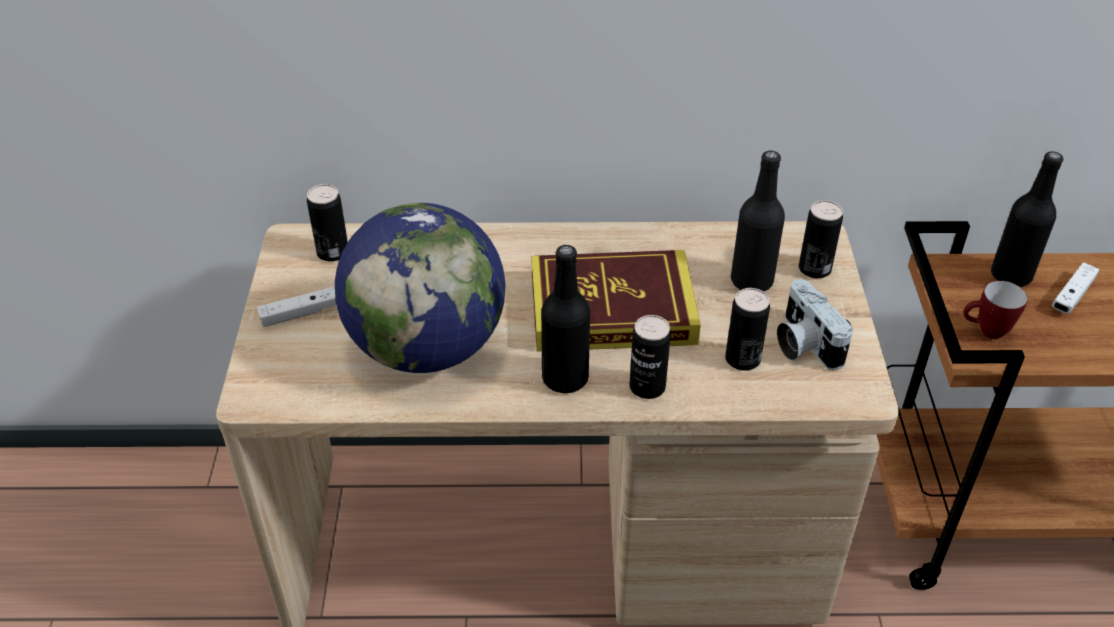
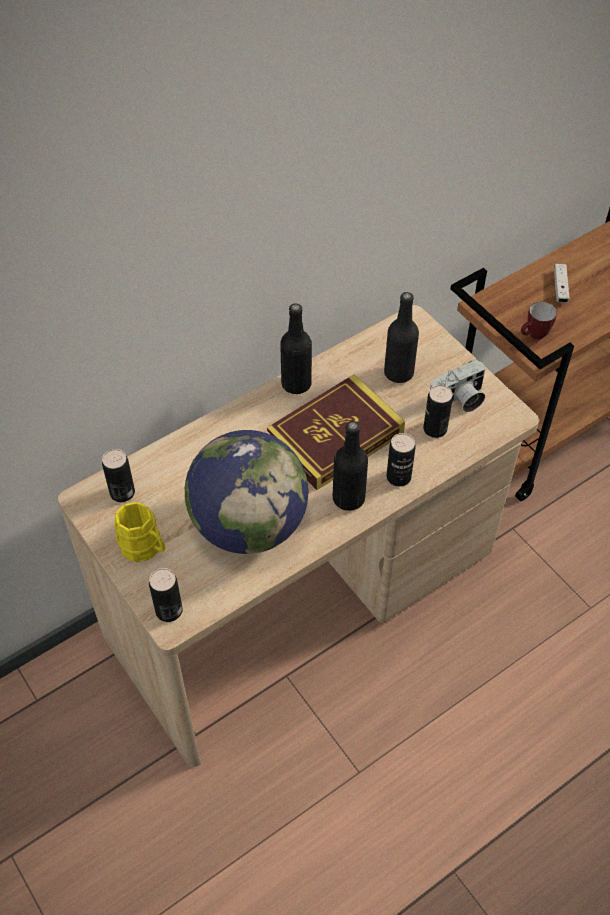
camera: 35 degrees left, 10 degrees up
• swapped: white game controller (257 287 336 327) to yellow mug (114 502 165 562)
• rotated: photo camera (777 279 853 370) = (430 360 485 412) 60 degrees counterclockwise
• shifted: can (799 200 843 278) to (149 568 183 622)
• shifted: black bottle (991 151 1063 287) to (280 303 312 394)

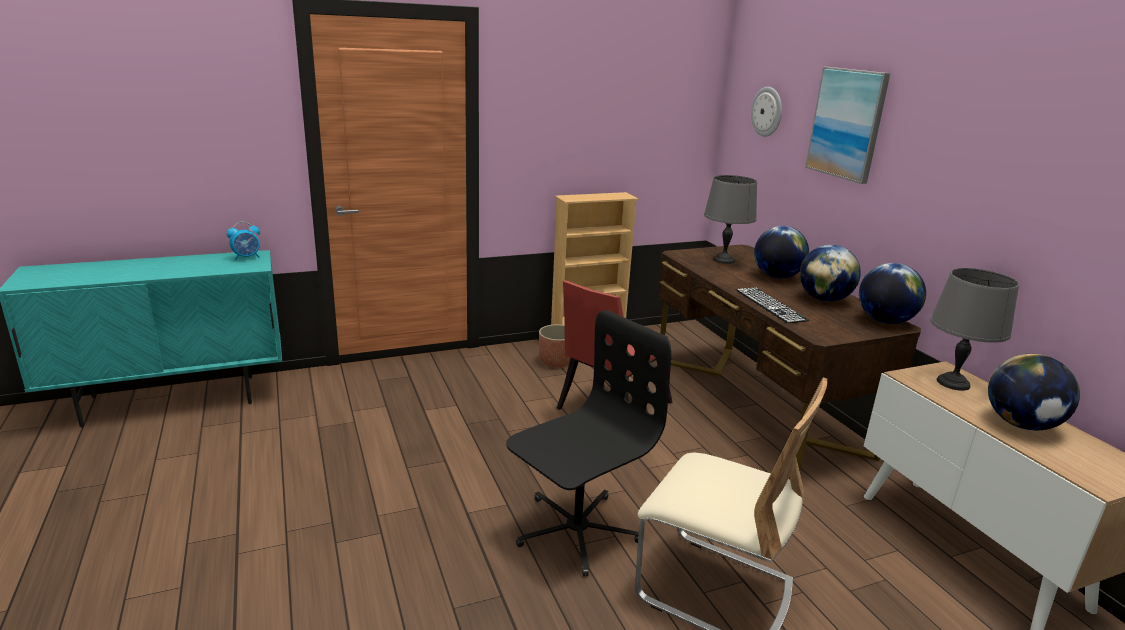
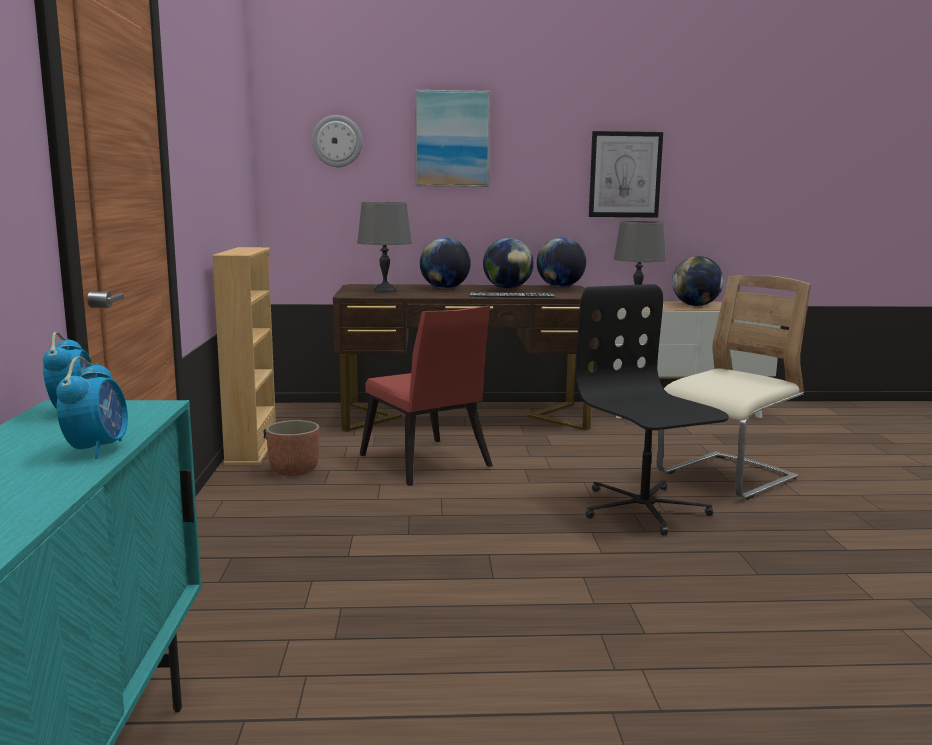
camera: 70 degrees left, 10 degrees down
• new: alarm clock (56 357 128 459)
• new: picture (589 131 663 218)

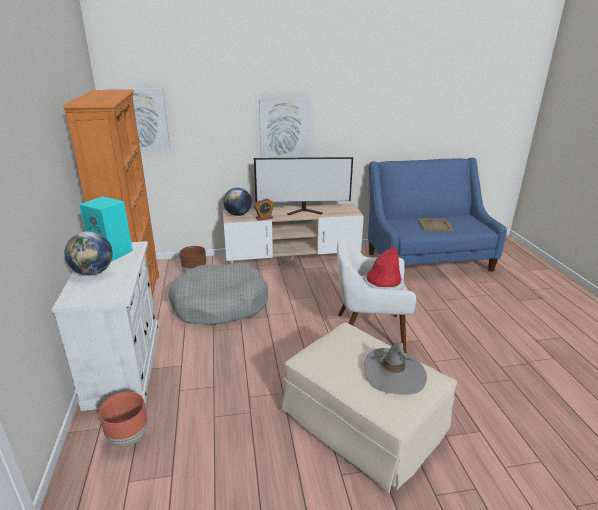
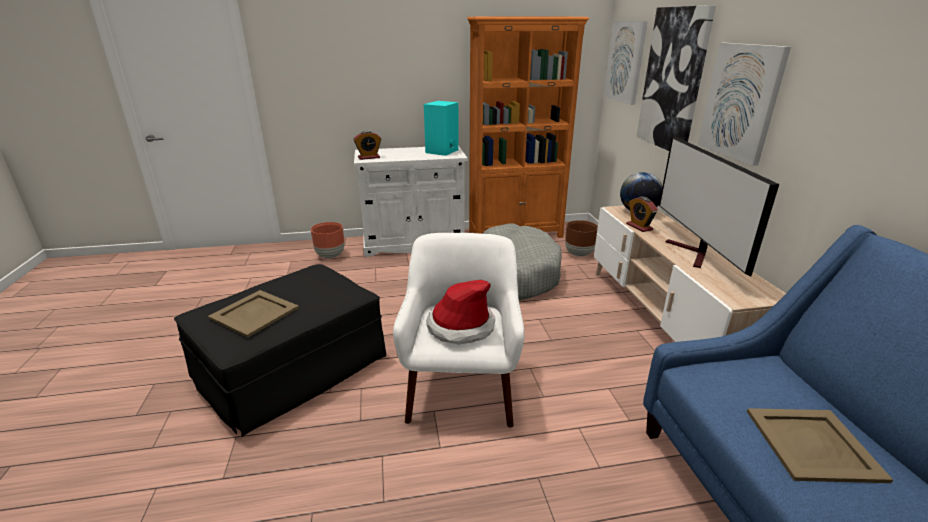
camera: 90 degrees right, 0 degrees up
• gone: globe (64 231 113 275)
• repainted: beige ottoman (282 322 457 494) to black ottoman (174 264 386 437)
• swapped: grey hat (364 342 427 395) to beige tray (208 290 299 338)
• new: alarm clock (354 131 381 160)
• new: picture (636 5 716 151)

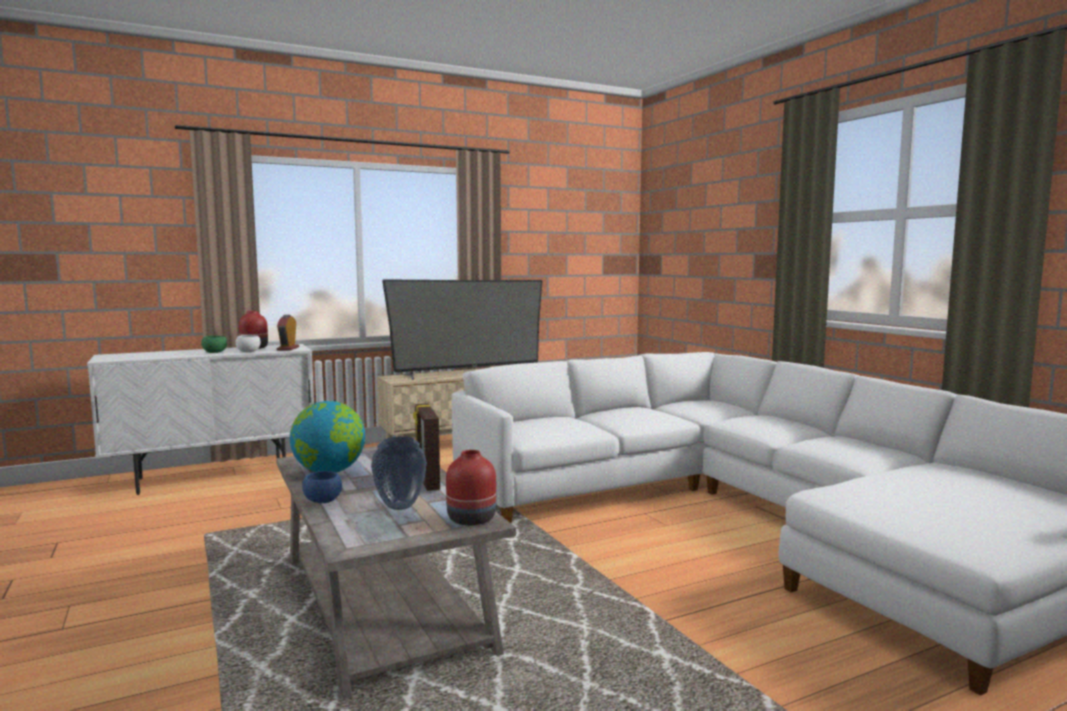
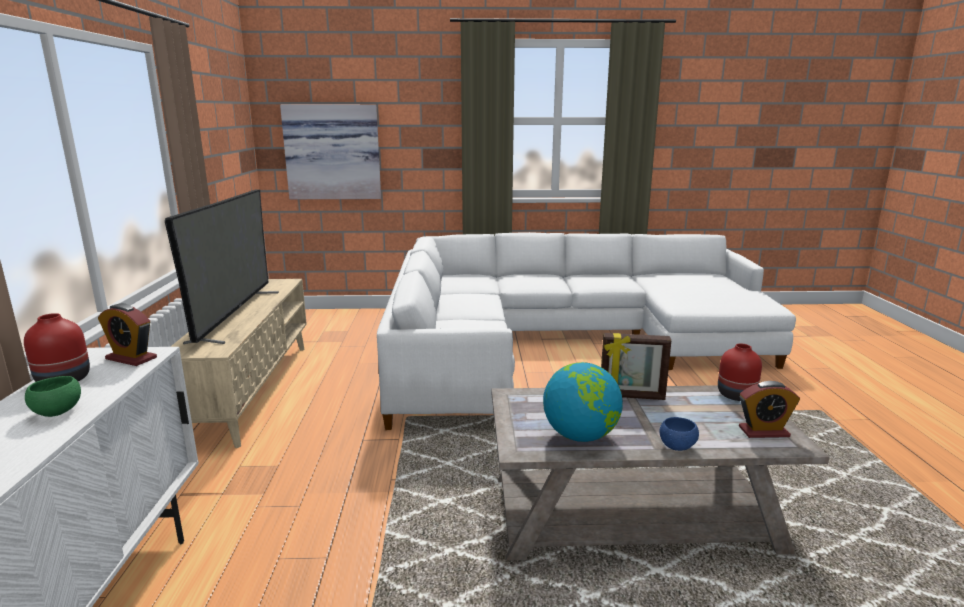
camera: 65 degrees left, 10 degrees up
• gone: white bowl (236 335 261 352)
• gone: vase (371 437 427 510)
• new: picture (280 105 381 199)
• new: alarm clock (739 381 800 438)

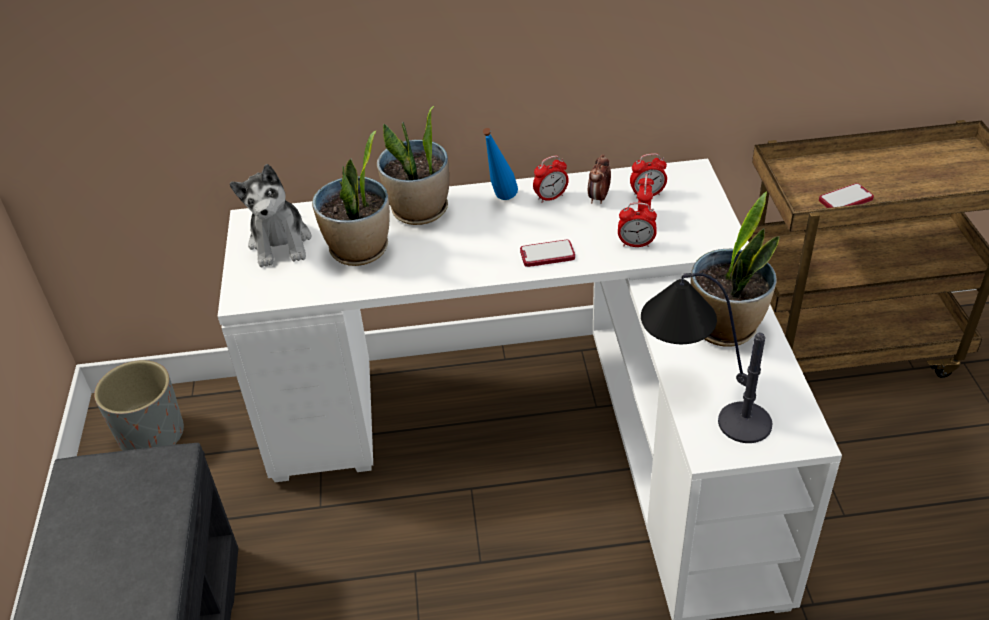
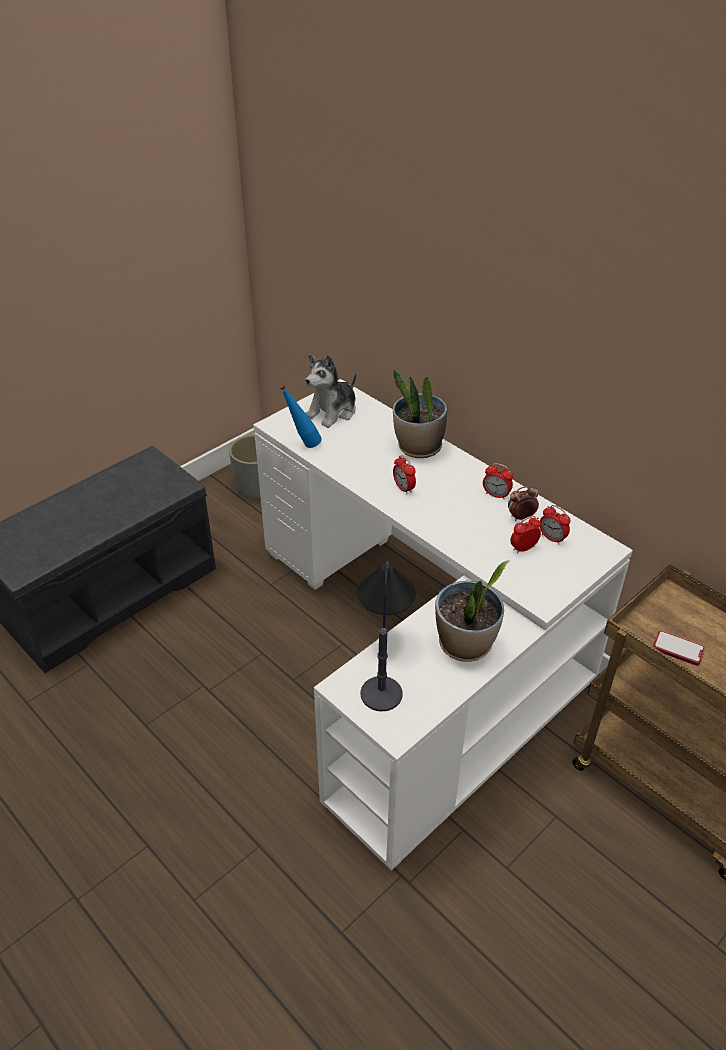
camera: 50 degrees right, 0 degrees up
• gone: potted plant (312 130 390 266)
• shifted: blue bottle (483 128 518 200) to (279 384 322 448)
• gone: phone (520 240 575 267)
• shifted: alarm clock (618 202 657 247) to (393 455 416 494)

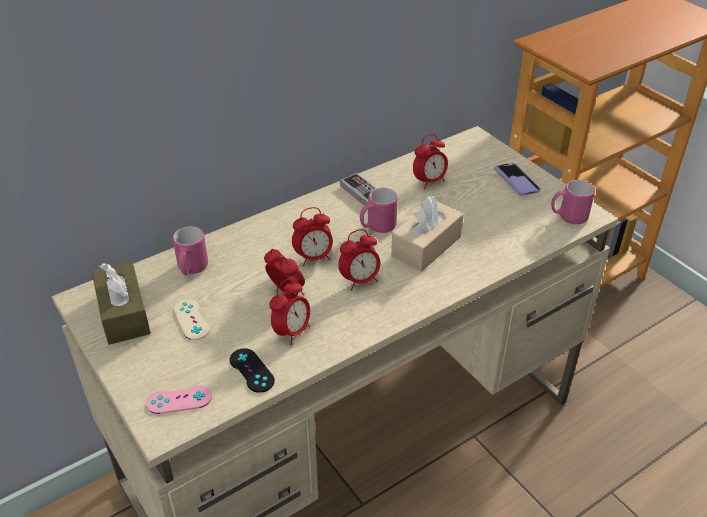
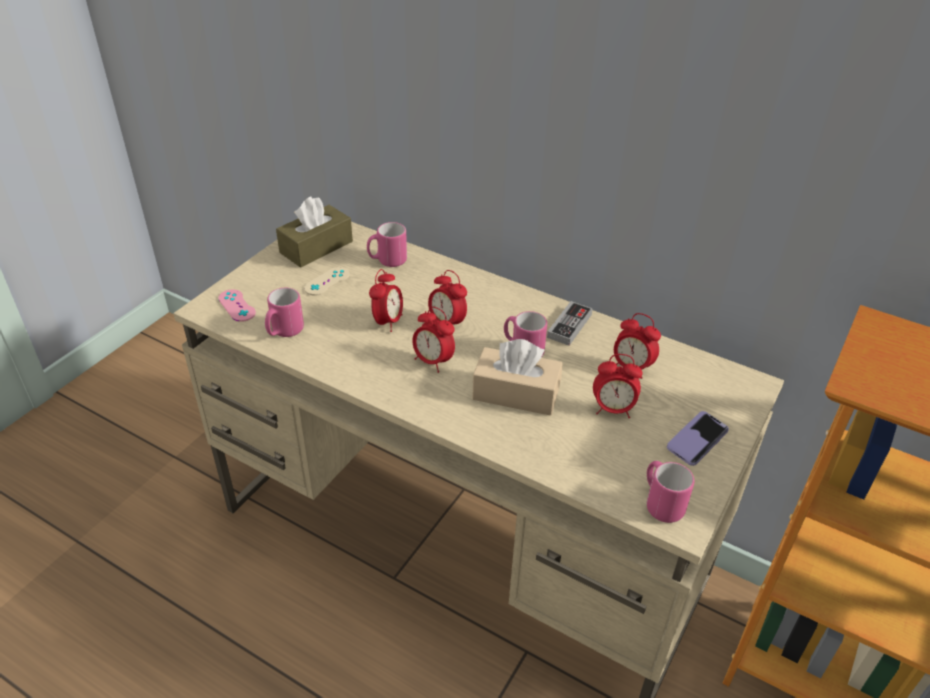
camera: 65 degrees right, 0 degrees up
• swapped: black game controller (230 348 275 393) to pink mug (265 288 304 337)
• shifted: alarm clock (269 279 310 345) to (593 354 643 418)

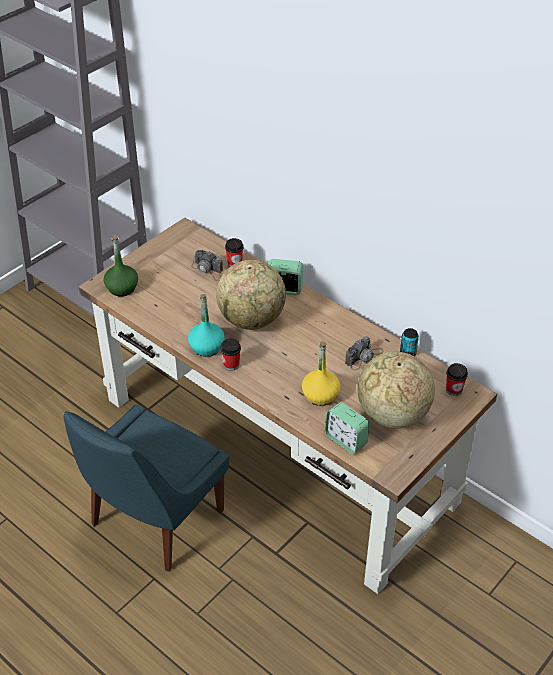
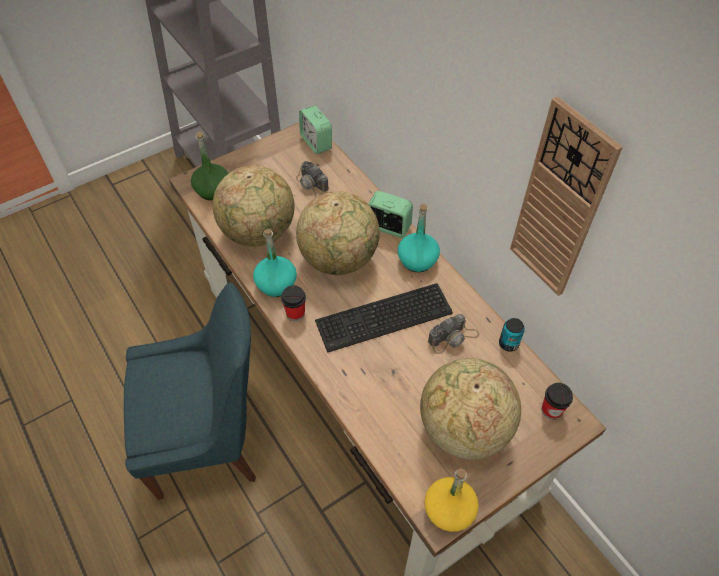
camera: 15 degrees right, 10 degrees up
• rotated: blue chair (63 405 229 572) = (124 282 256 500) 150 degrees counterclockwise
• gone: cup (225 238 244 267)
• shifted: yellow bottle (302 341 340 406) to (424 468 479 532)
• shifted: alarm clock (325 402 369 454) to (299 105 332 154)
• new: globe (213 165 295 247)
• new: keyboard (315 283 453 353)
• new: turquoise bottle (398 204 440 272)
• new: wall clock (510 96 623 296)

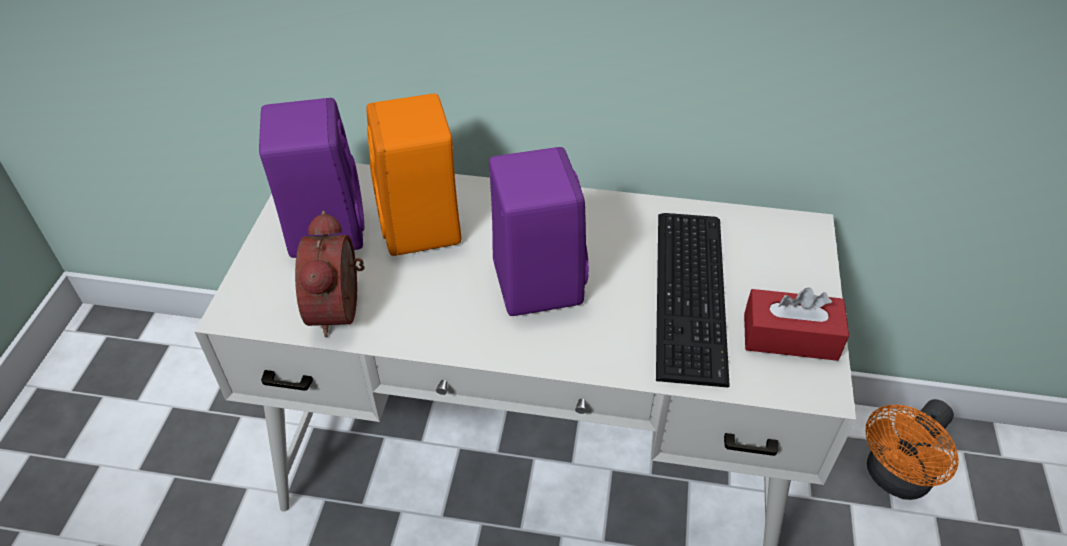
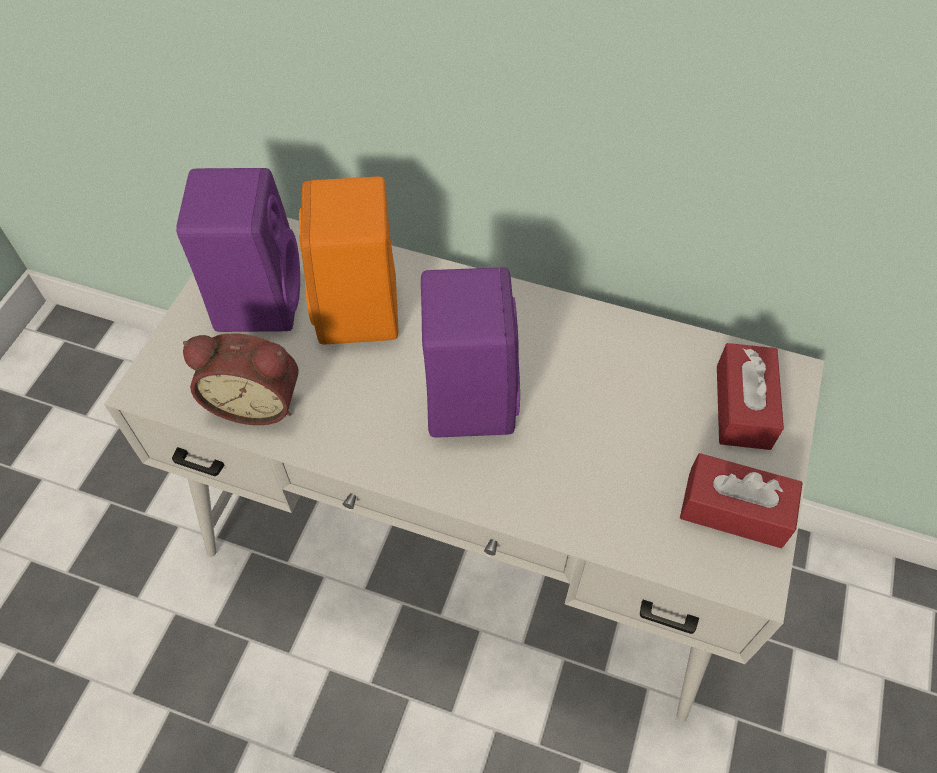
camera: 10 degrees right, 10 degrees up
• rotated: alarm clock (295 211 365 337) = (183 333 299 425) 90 degrees counterclockwise
• gone: keyboard (656 213 730 388)
• gone: orange fan (866 399 959 500)
• new: red tissue box (717 343 784 450)

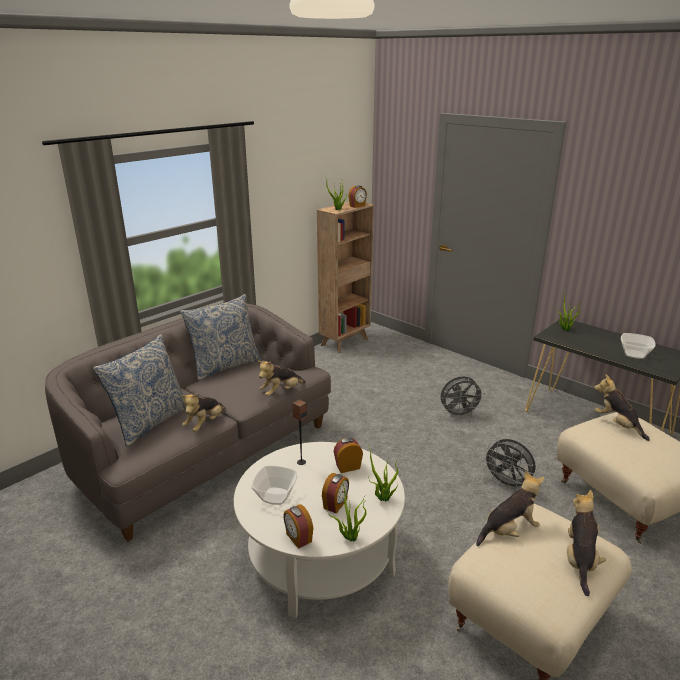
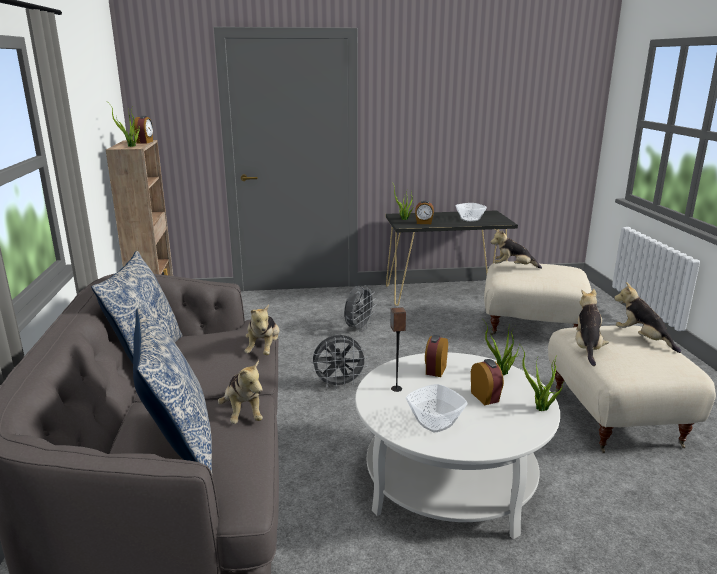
camera: 50 degrees left, 5 degrees down
• shifted: alarm clock (283 504 313 549) to (415 201 434 224)
• shifted: grey fan (482 439 536 490) to (311 335 368 389)

